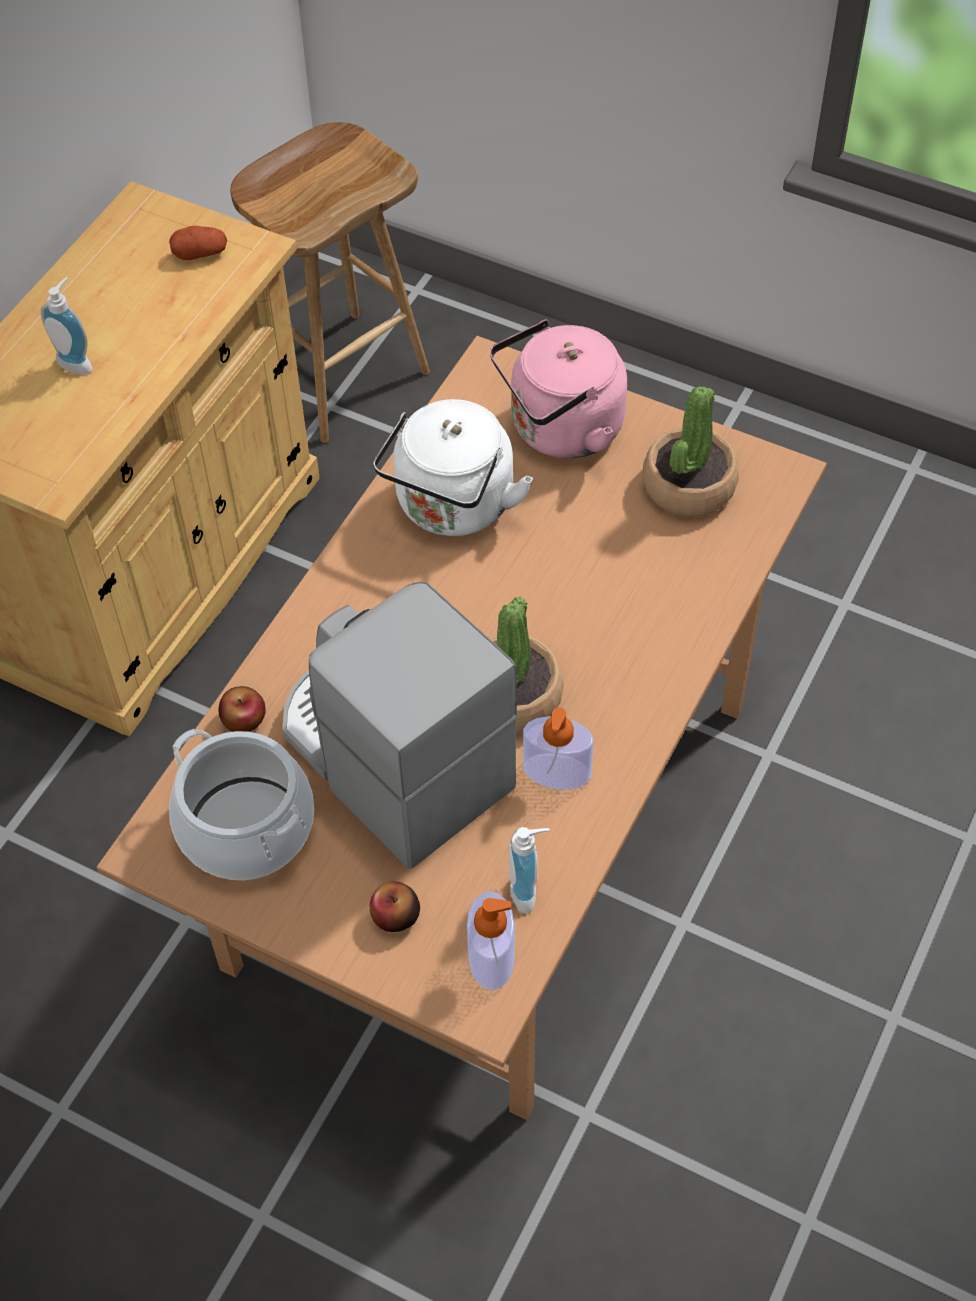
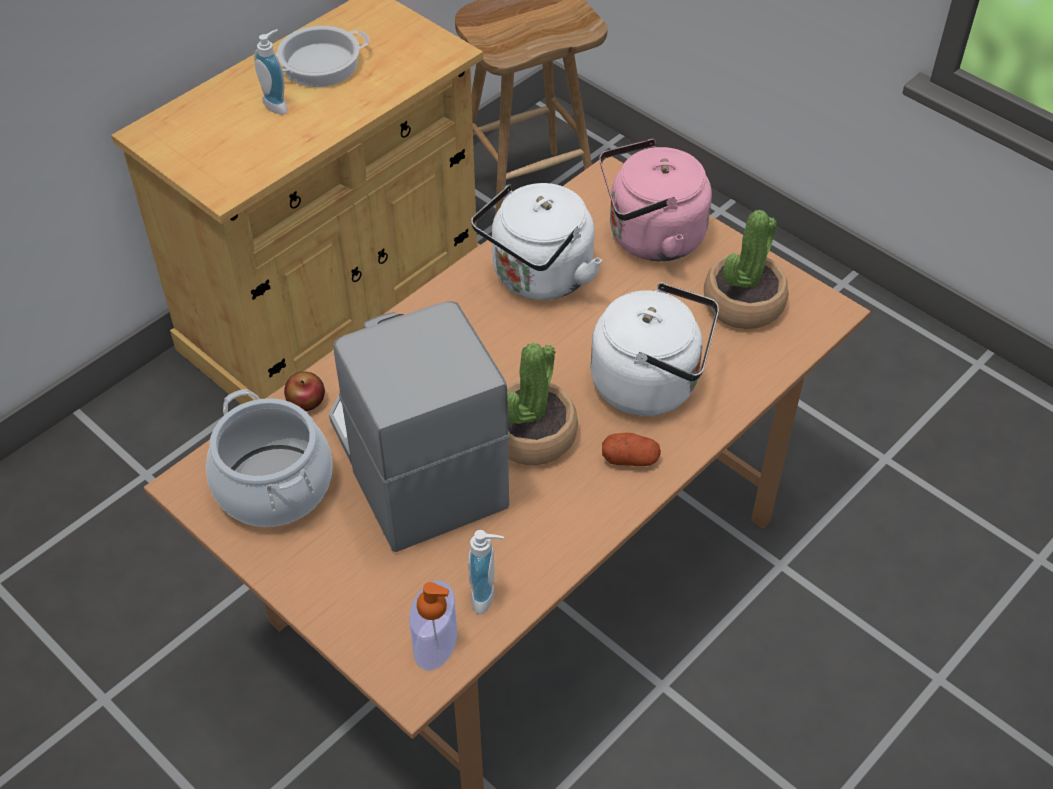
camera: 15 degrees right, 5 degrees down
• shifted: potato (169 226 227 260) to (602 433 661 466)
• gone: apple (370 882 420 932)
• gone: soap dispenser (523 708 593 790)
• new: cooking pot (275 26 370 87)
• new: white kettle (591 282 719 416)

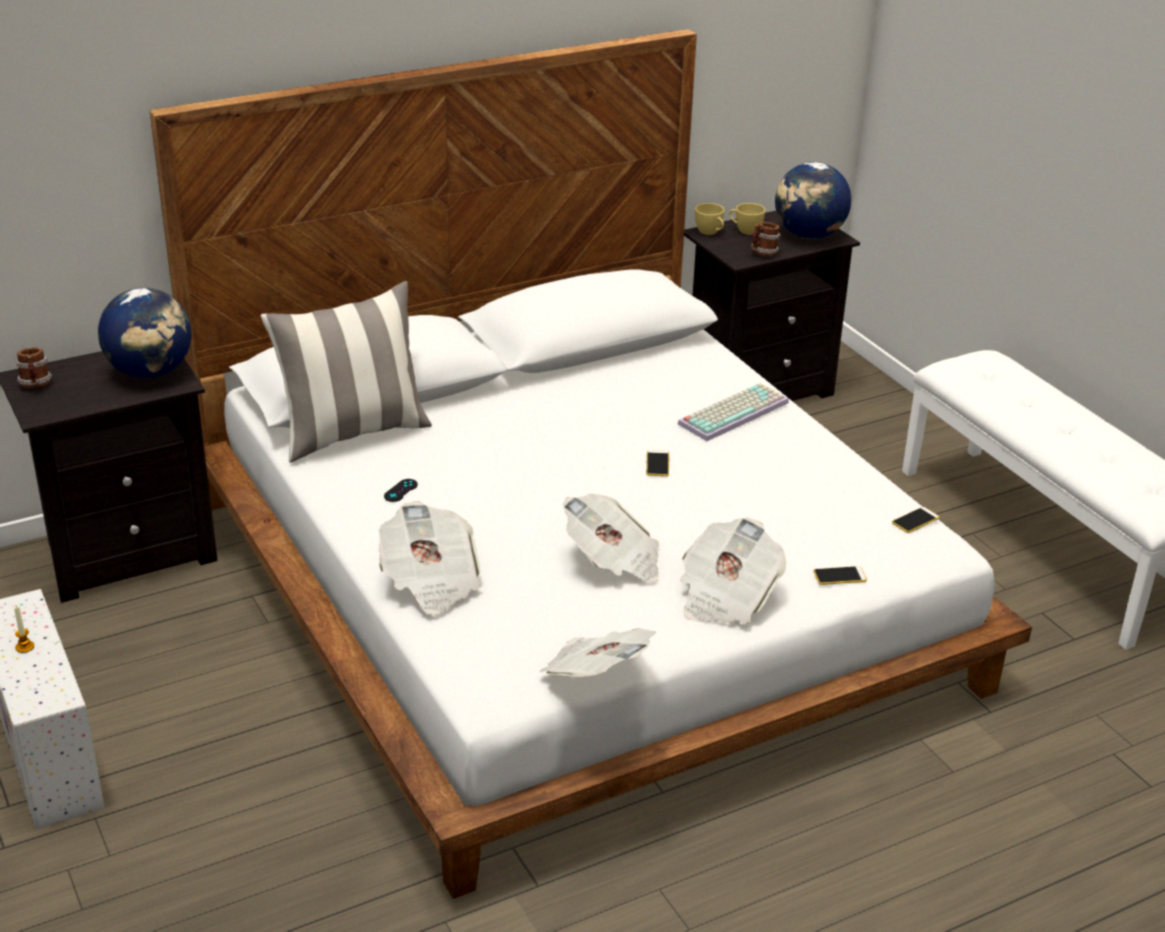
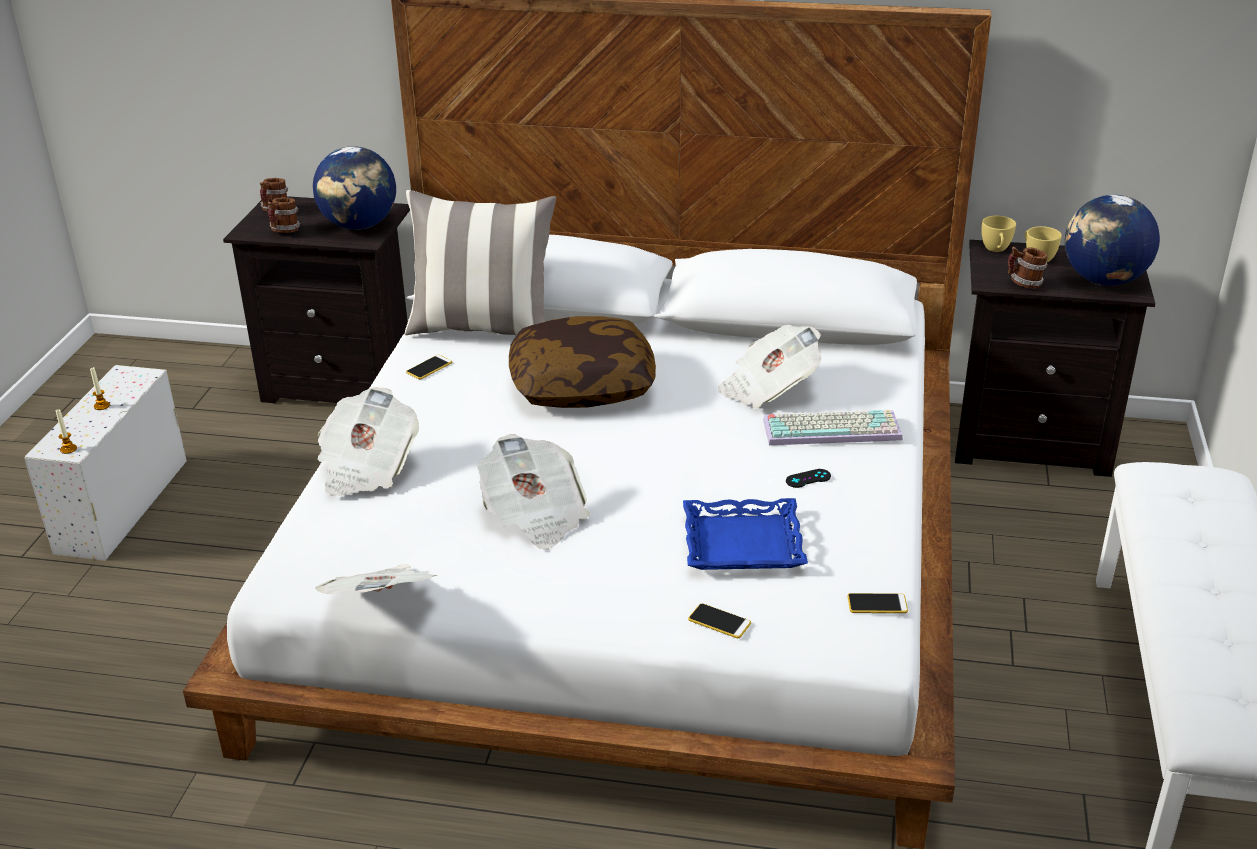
camera: 40 degrees right, 0 degrees up
• shifted: black game controller (384 479 418 502) to (786 469 831 488)
• shifted: phone (646 450 669 476) to (406 355 452 379)
• shifted: newspaper (680 517 786 624) to (718 325 822 408)
• new: candle (55 409 77 454)
• new: mug (268 197 300 233)
• new: pillow (509 316 656 408)
• new: blue tray (683 498 808 570)

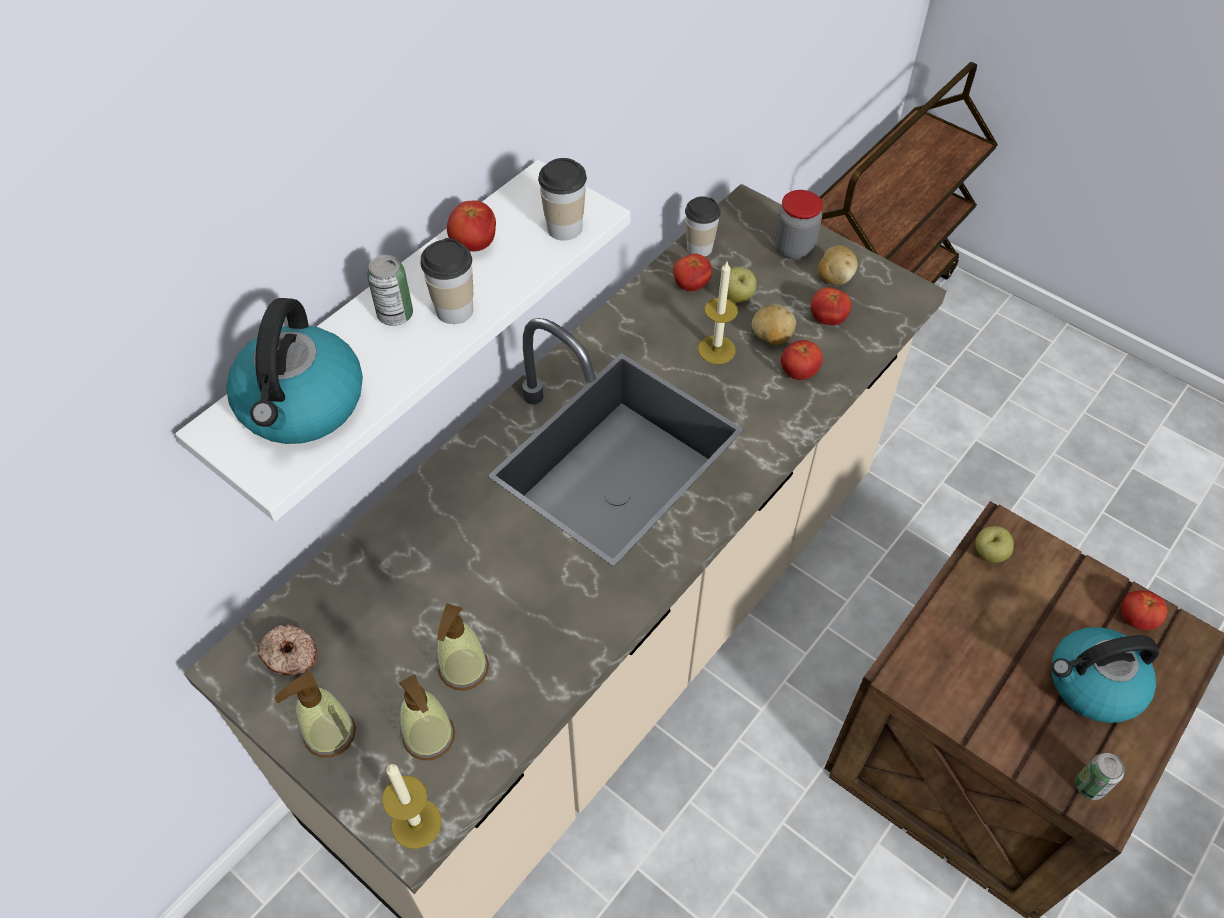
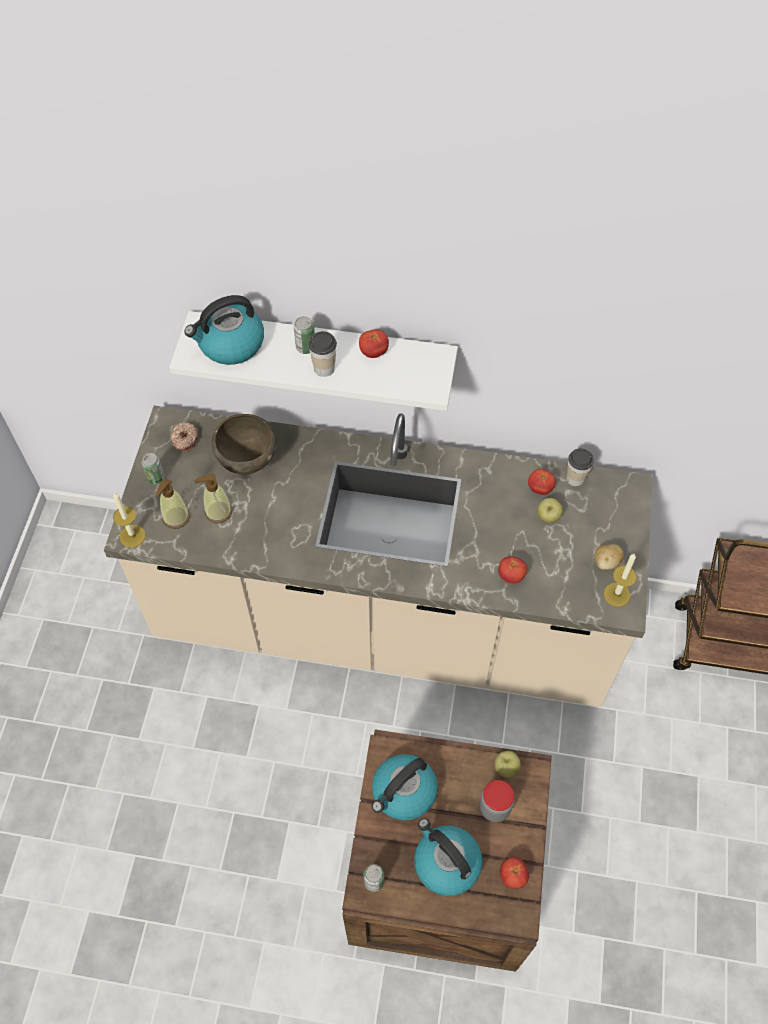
camera: 60 degrees right, 5 degrees up
• swapped: soap dispenser (275 672 356 757) to can (141 453 165 485)
• gone: cup (538 158 587 241)
• shifted: candle (698 262 738 364) to (604 553 637 607)
• gone: potato (752 305 796 345)
• shifted: jar (775 190 823 260) to (479 780 514 822)
• gone: tomato (811 287 851 326)
• new: brown bowl (212 414 276 474)
• new: kettle (372 754 438 821)

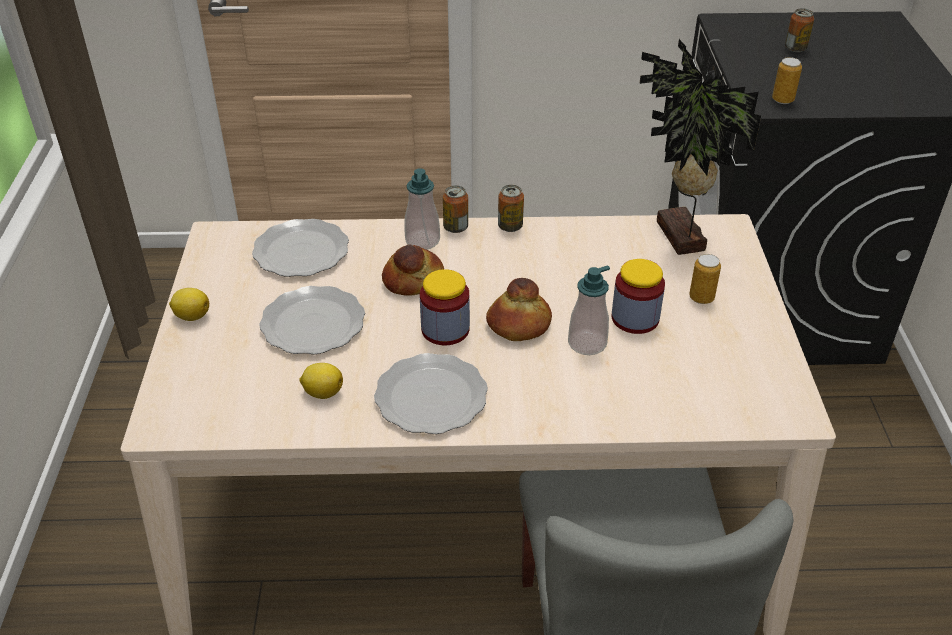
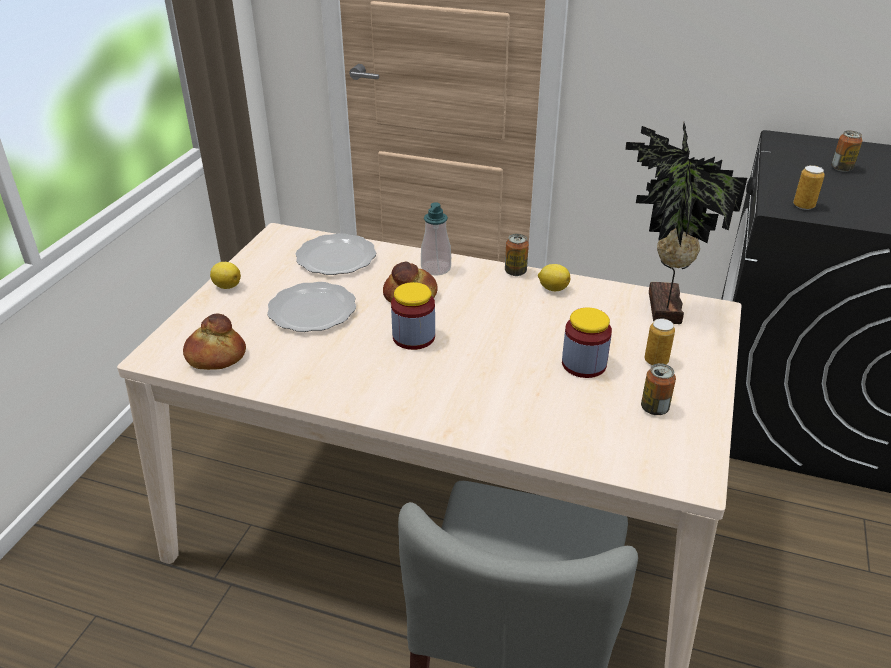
camera: 20 degrees right, 5 degrees down
• shifted: lemon (299 363 343 399) to (538 264 570 291)
• gone: plate (374 353 488 434)
• shifted: can (443 186 468 233) to (641 363 676 415)
• shifted: bread (486 278 552 341) to (183 314 246 370)
• gone: soap dispenser (568 265 610 355)

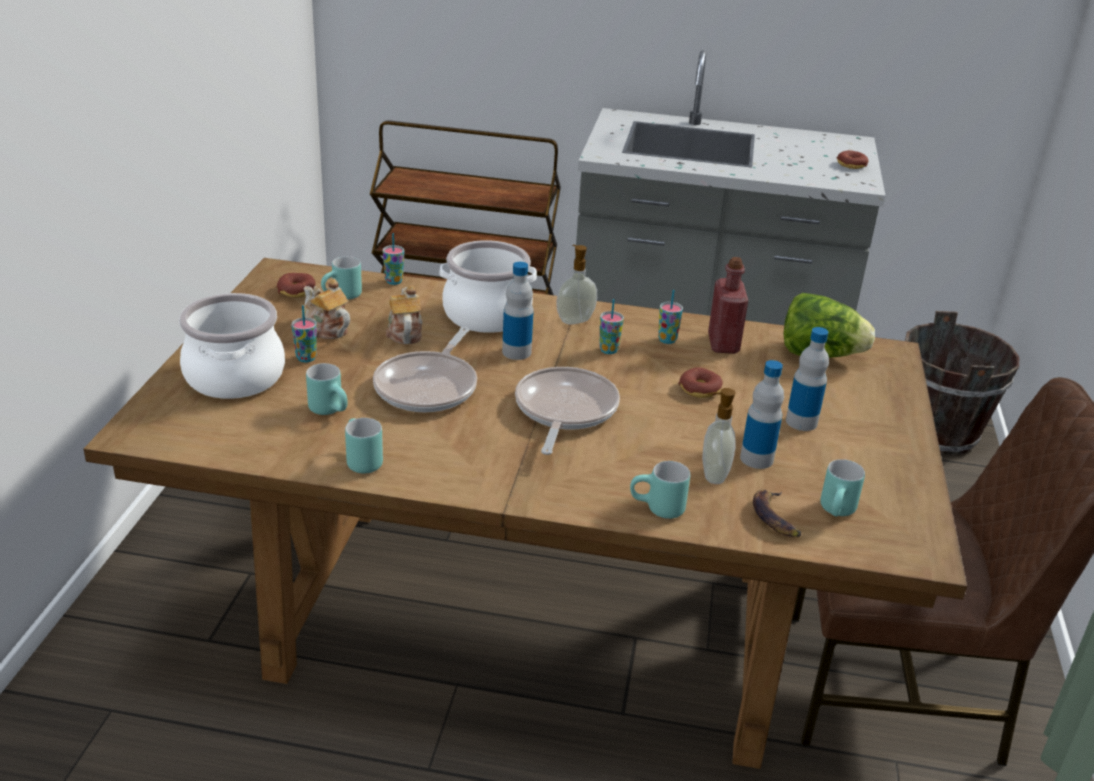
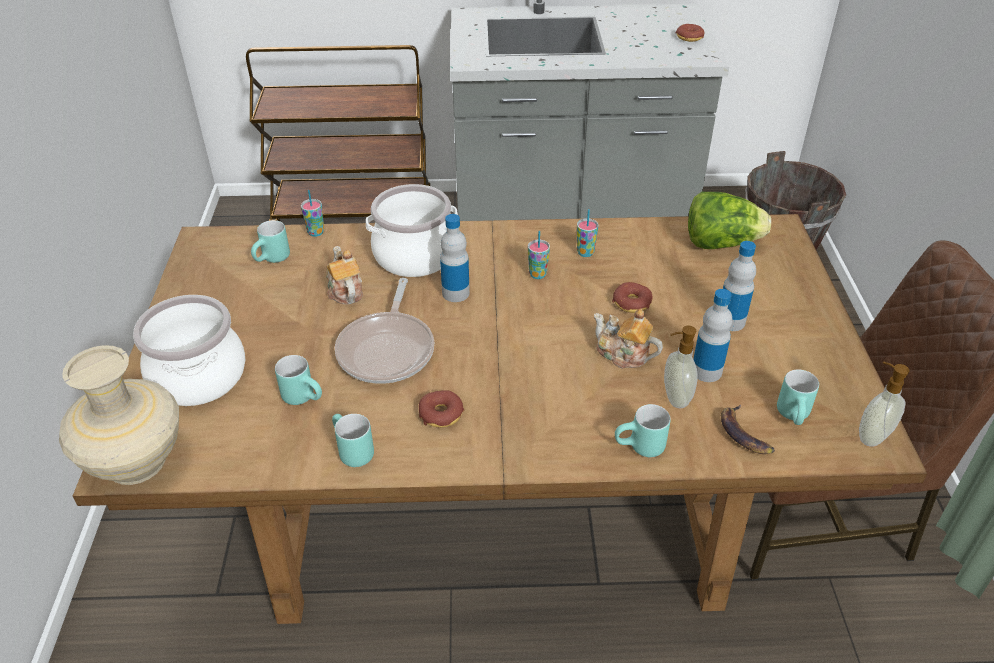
camera: 10 degrees left, 10 degrees up
• shifted: donut (277 273 316 298) to (419 390 464 428)
• gone: cup (292 305 317 363)
• shifted: teapot (302 279 350 339) to (594 308 663 369)
• gone: frying pan (515 367 620 455)
• shifted: soap dispenser (556 245 597 324) to (859 362 910 447)
• gone: red bottle (708 257 748 354)
• new: beige vase (59 345 179 485)

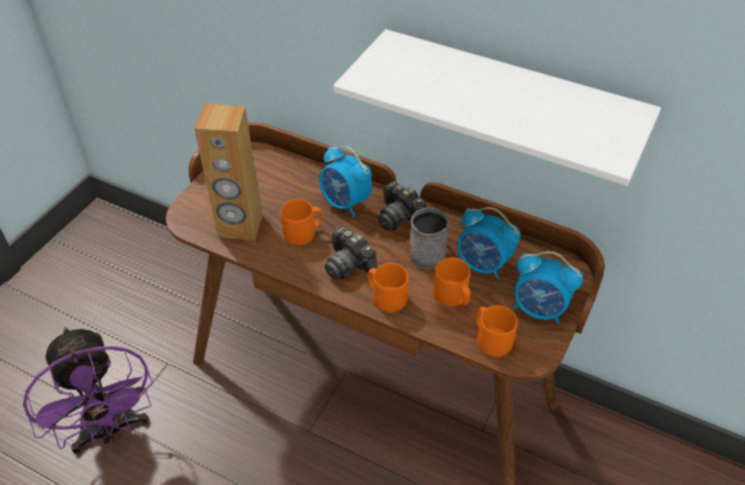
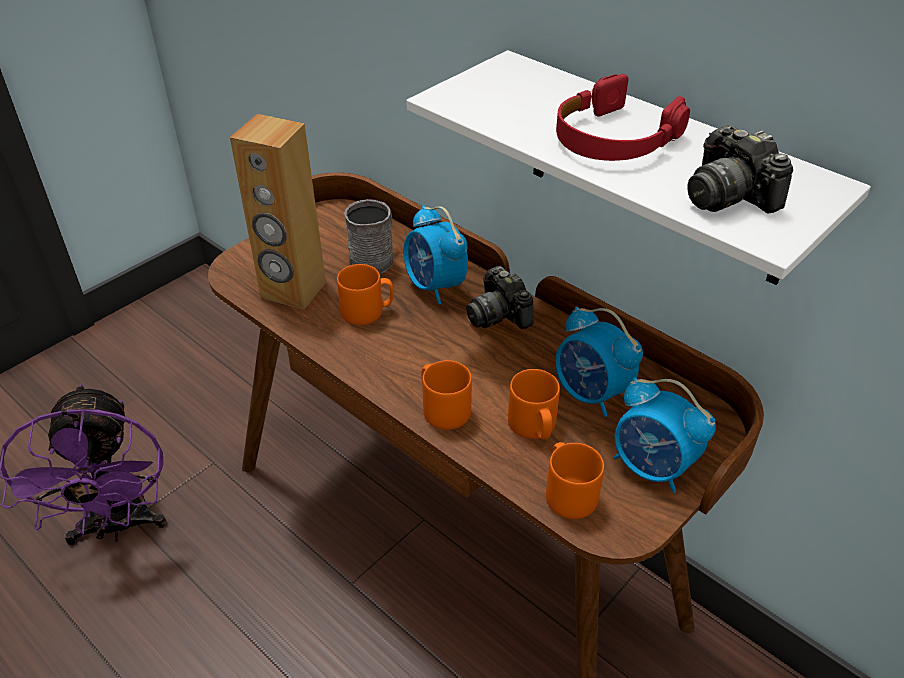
camera: 15 degrees right, 5 degrees down
• shifted: photo camera (325 226 377 280) to (687 125 793 214)
• shifted: grey mug (410 208 449 270) to (344 199 393 274)
• new: red headphones (556 74 690 161)

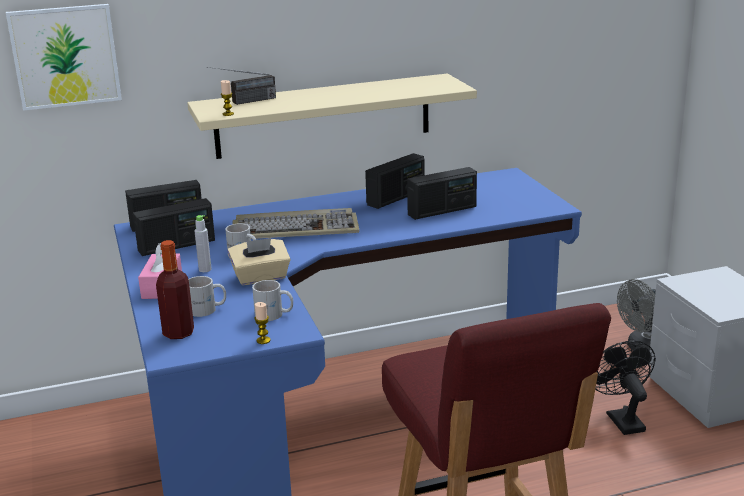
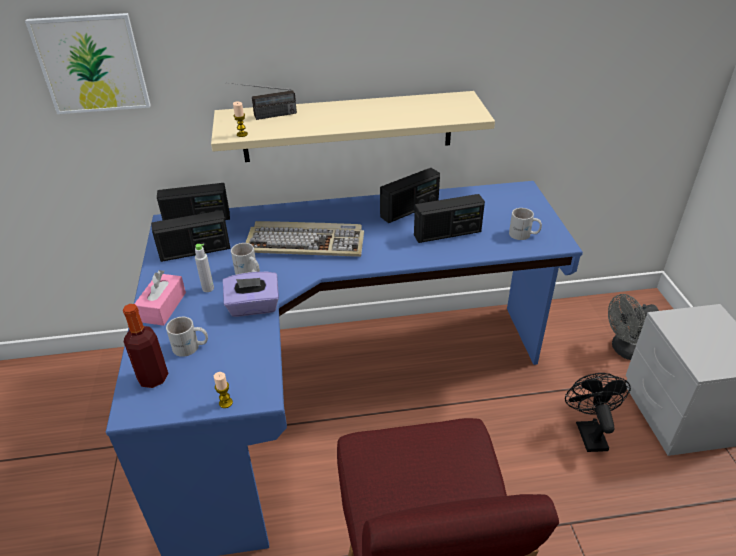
camera: 10 degrees right, 15 degrees up
• repainted: beige tissue box (228 238 291 285) to purple tissue box (223 272 279 317)
• shifted: white mug (252 280 293 321) to (509 208 542 240)

